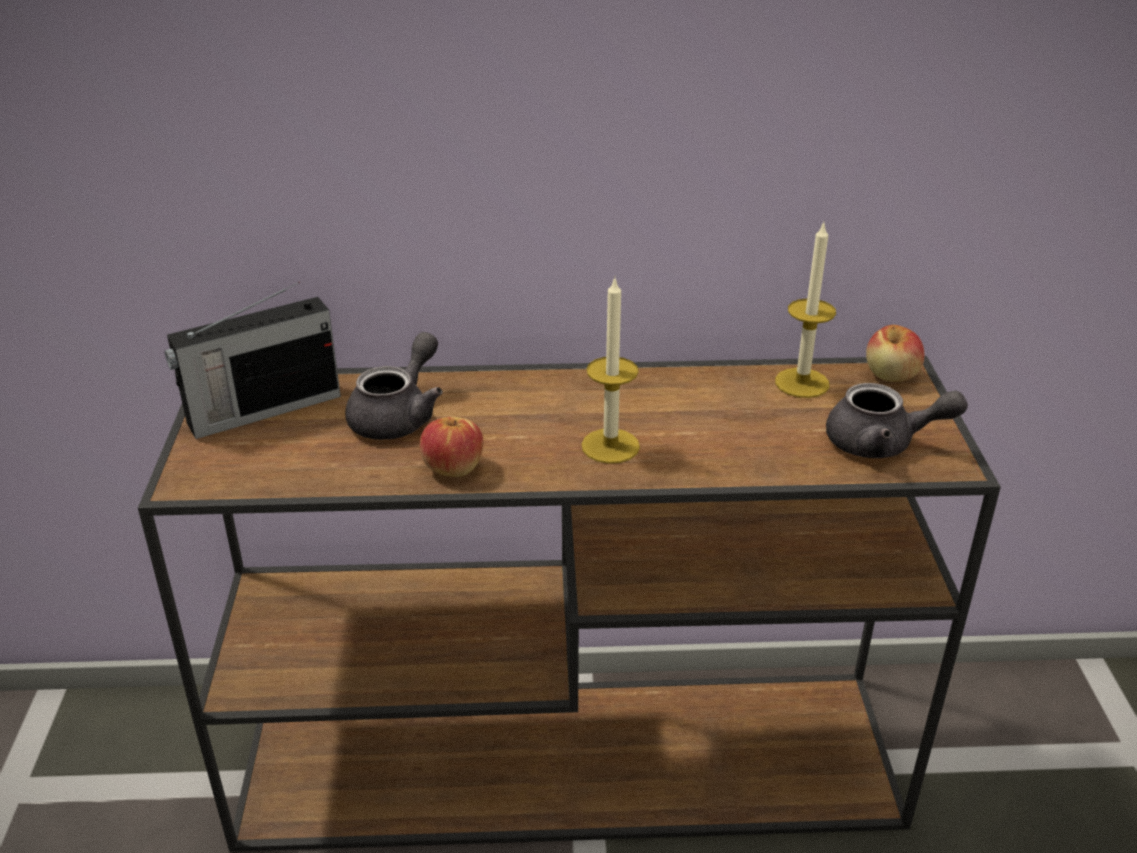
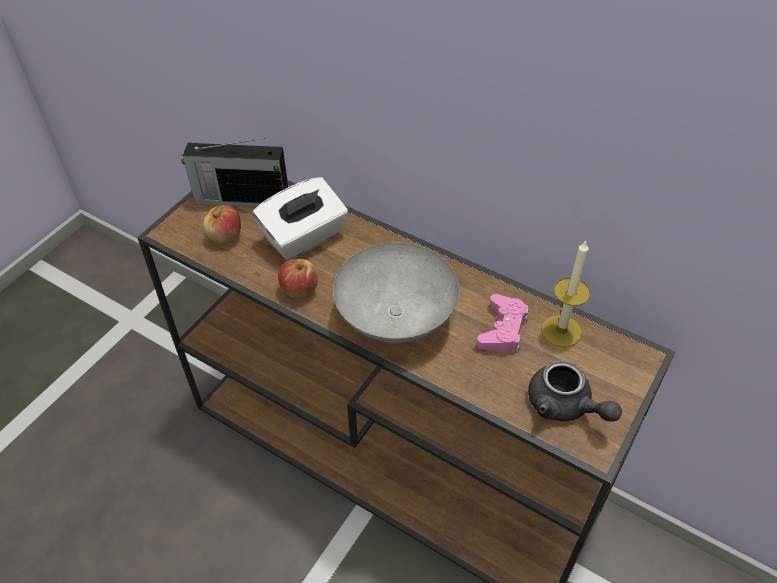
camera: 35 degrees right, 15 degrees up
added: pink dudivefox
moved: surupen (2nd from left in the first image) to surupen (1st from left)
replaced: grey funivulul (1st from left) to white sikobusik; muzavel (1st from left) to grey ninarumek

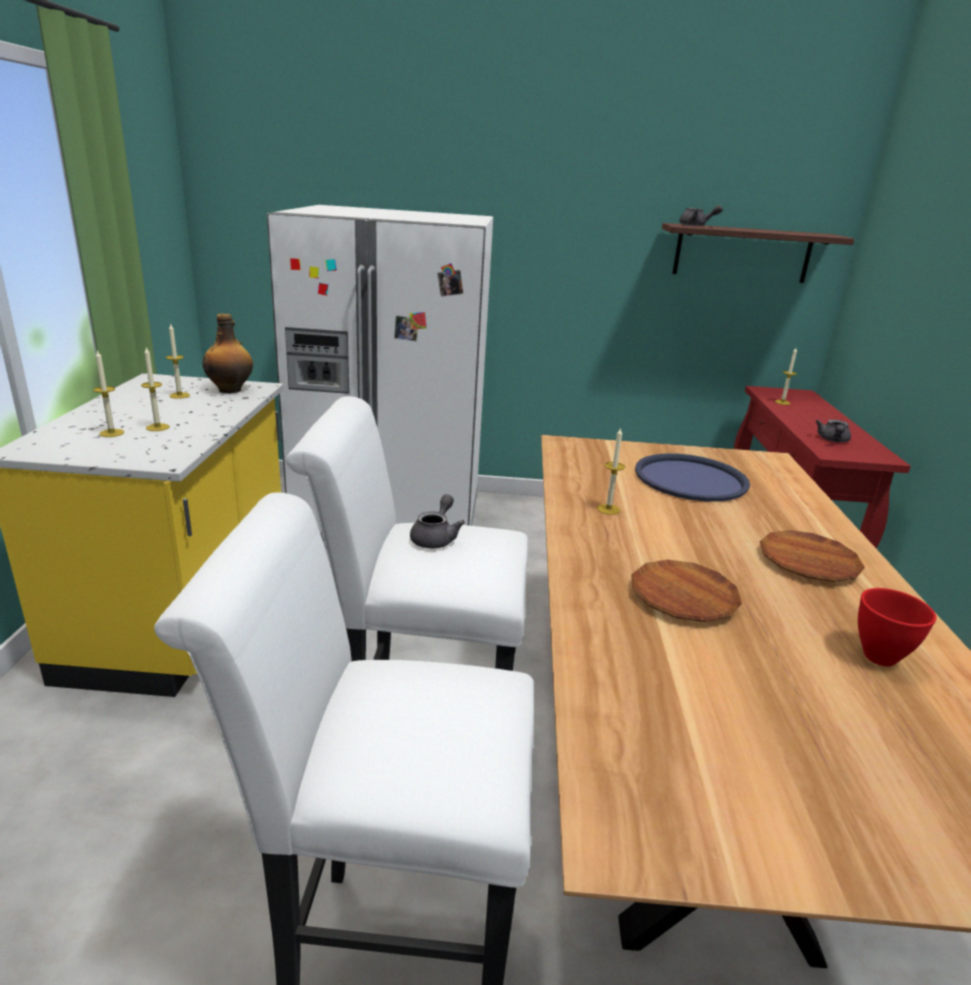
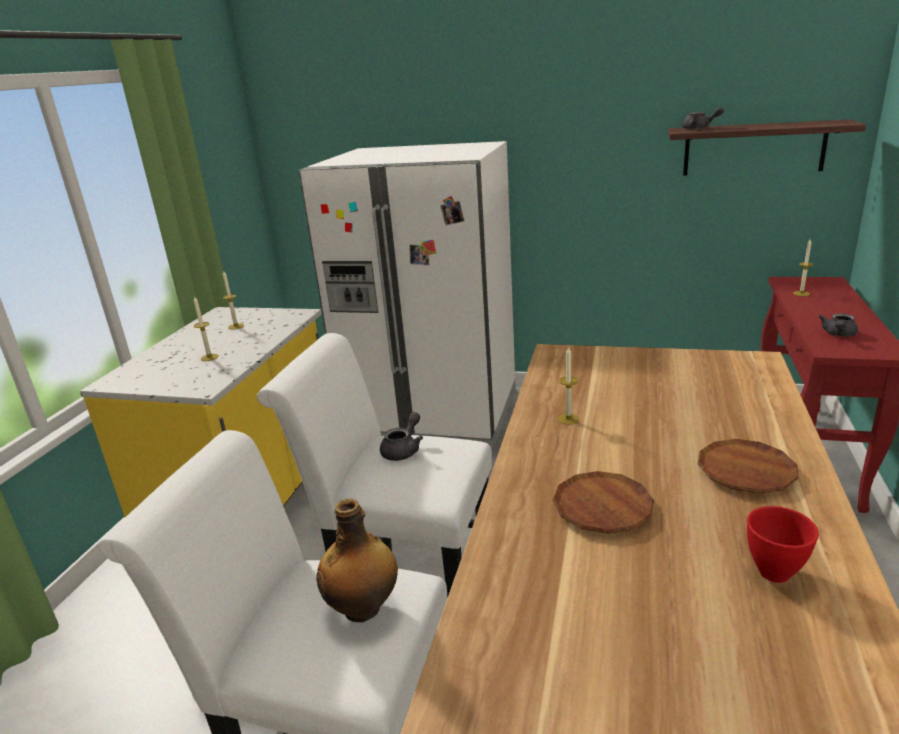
camera: 15 degrees right, 0 degrees up
removed: muzavel (1st from left); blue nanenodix
moved: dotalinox

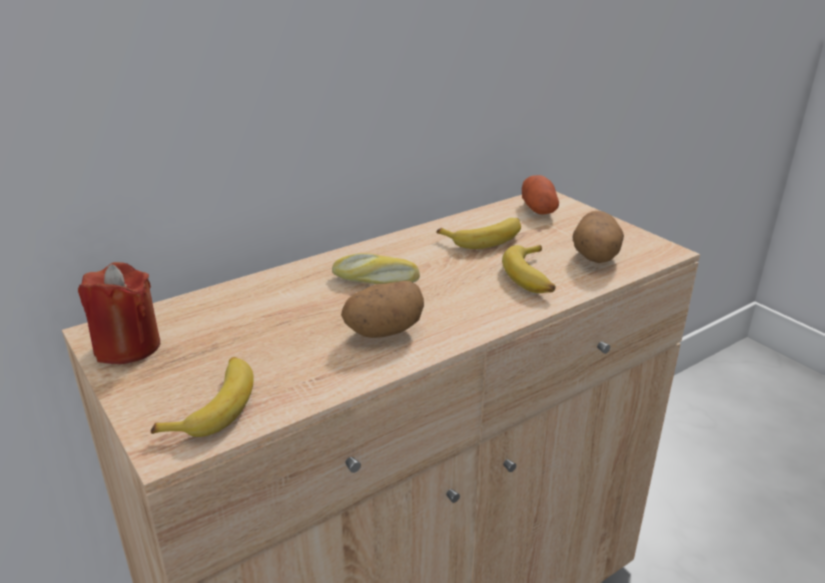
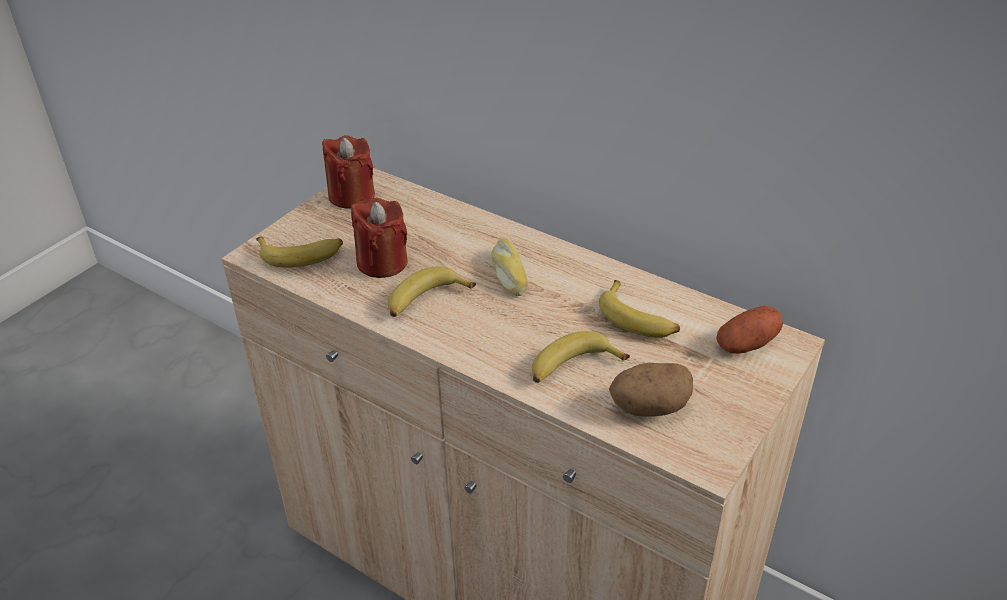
camera: 70 degrees right, 10 degrees up
added: red muzavel (2nd from left)
replaced: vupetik (1st from left) to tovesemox (2nd from left)

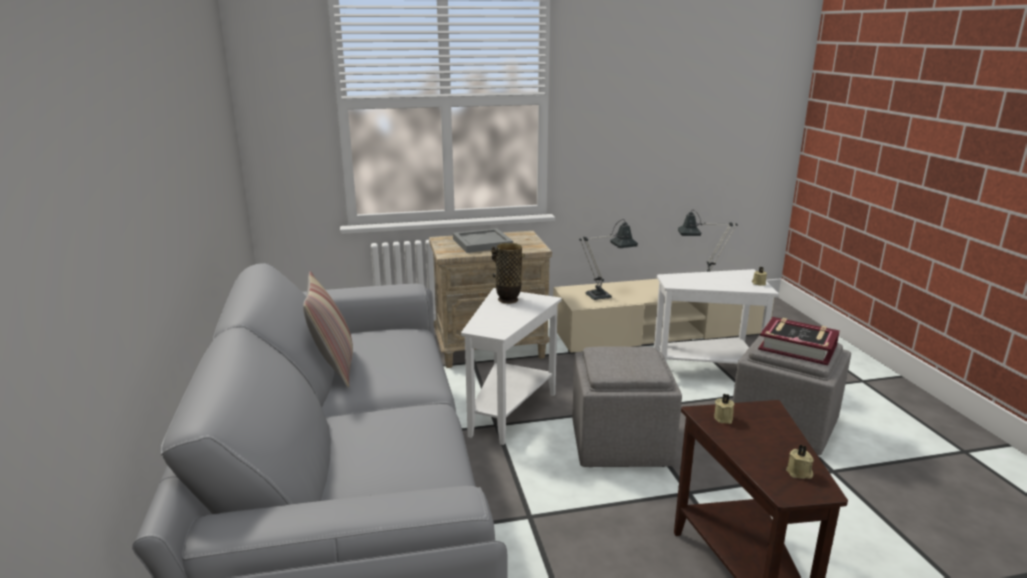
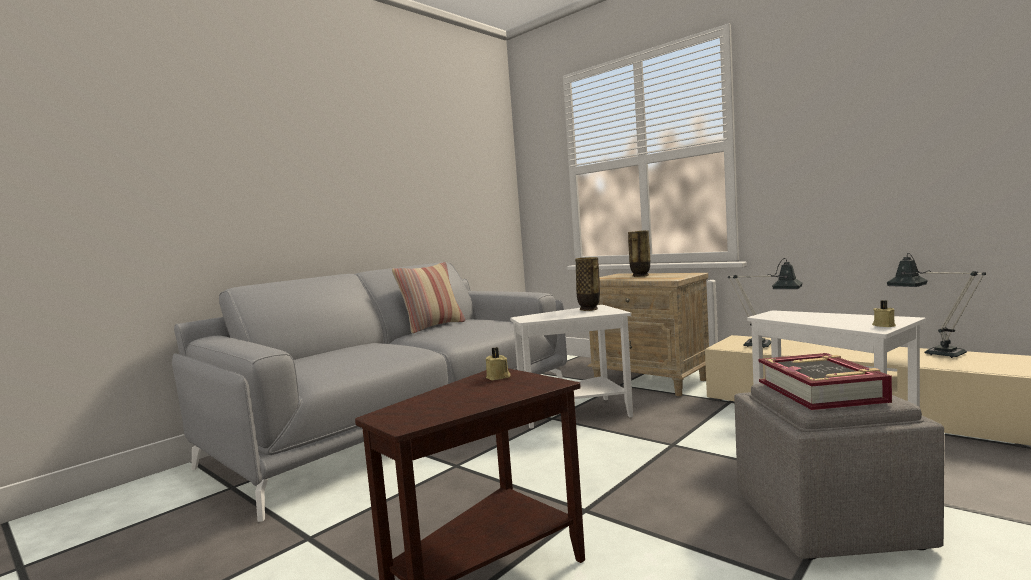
camera: 55 degrees right, 15 degrees down
removed: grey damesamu (1st from left); beige muzavel (3rd from left)
replaced: grey nanenodix to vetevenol (2nd from left)

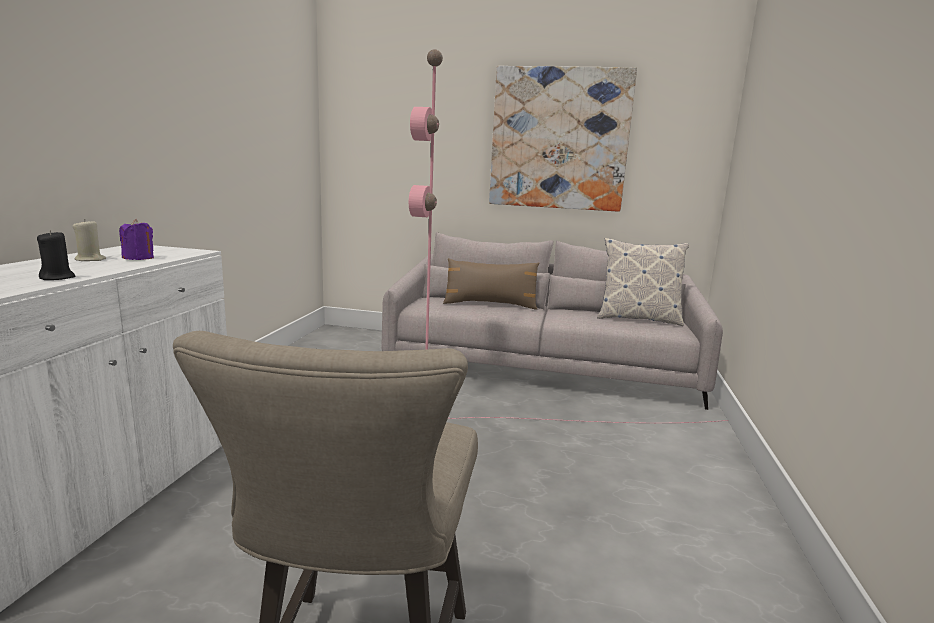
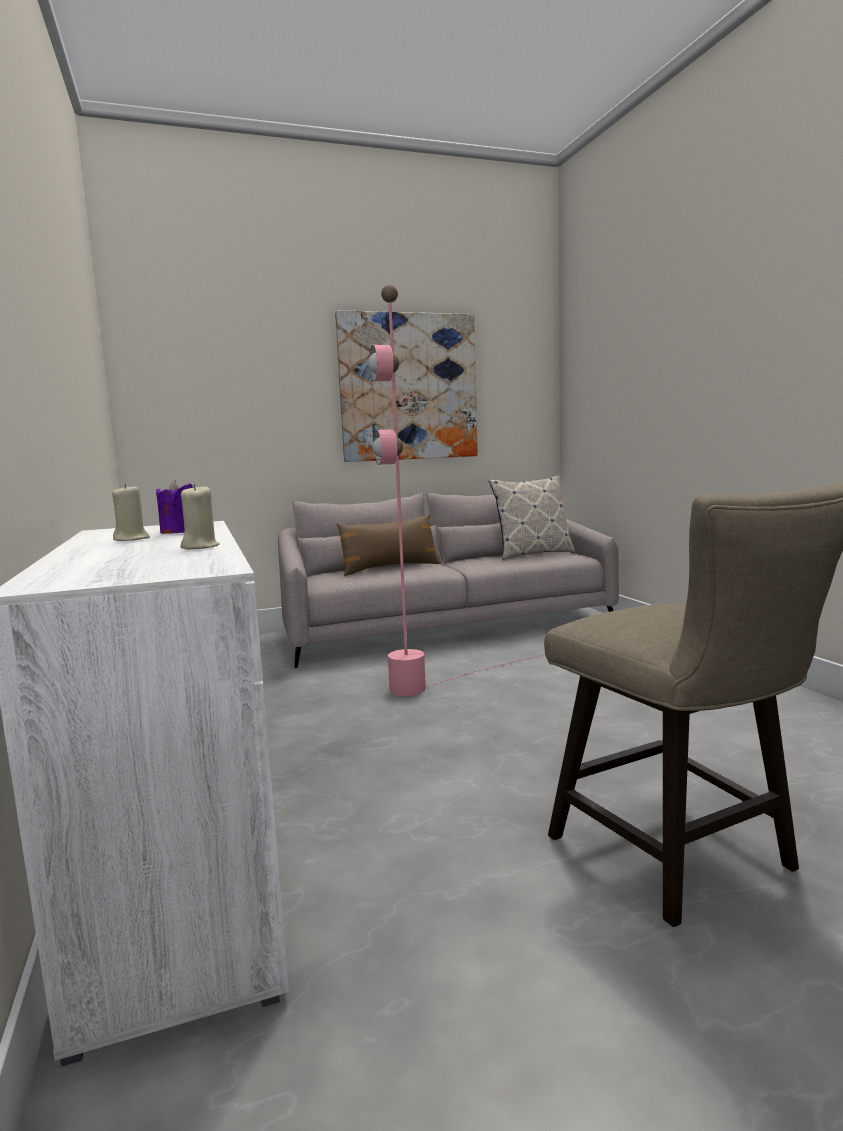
camera: 30 degrees left, 5 degrees down
recoloured: black muzavel to beige muzavel (2nd from left)

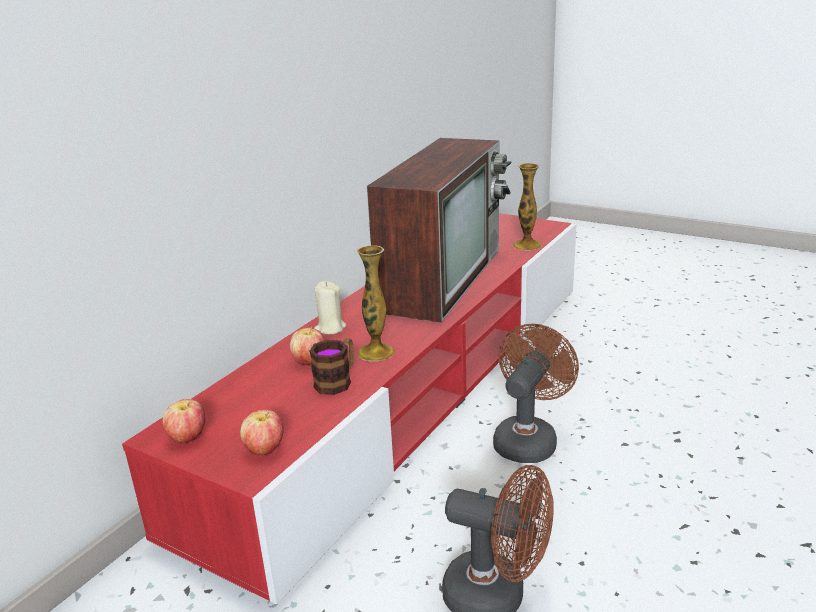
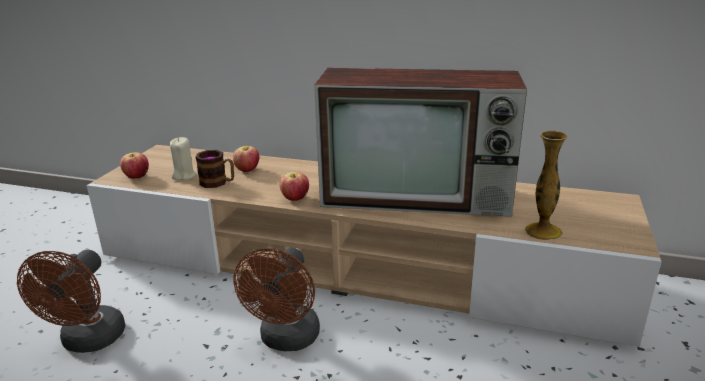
camera: 75 degrees right, 0 degrees up
removed: vetevenol (1st from left)
moved: surupen (1st from left in the first image) to surupen (3rd from left); beige muzavel
recoloured: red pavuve to beige pavuve
turned: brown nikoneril (2nd from left) 90 degrees clockwise

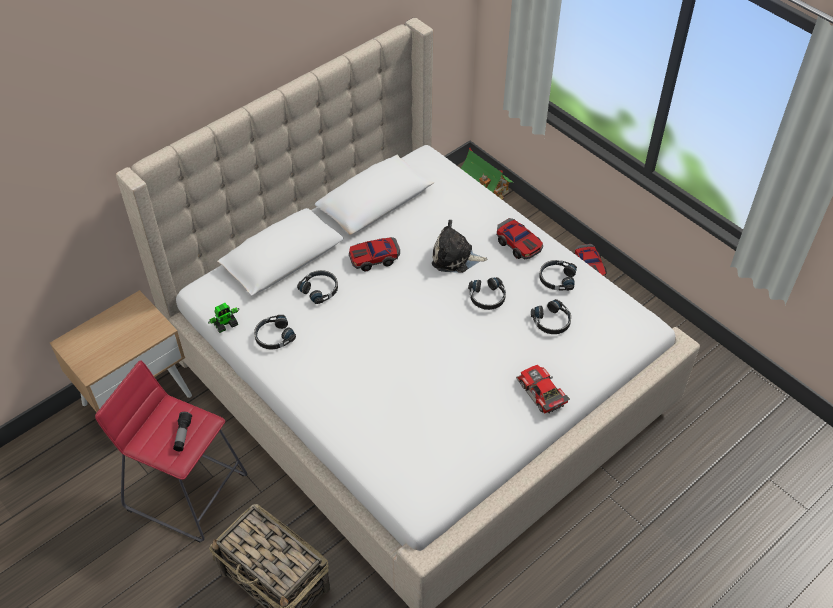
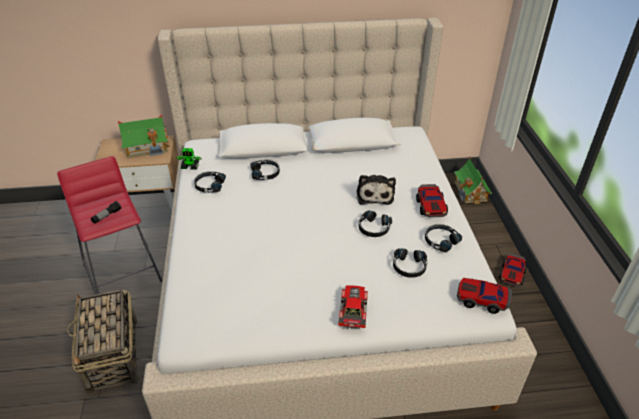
camera: 35 degrees right, 10 degrees down
added: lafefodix (1st from left)
moved: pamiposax (1st from left in the first image) to pamiposax (3rd from left)
turned: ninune 135 degrees counterclockwise

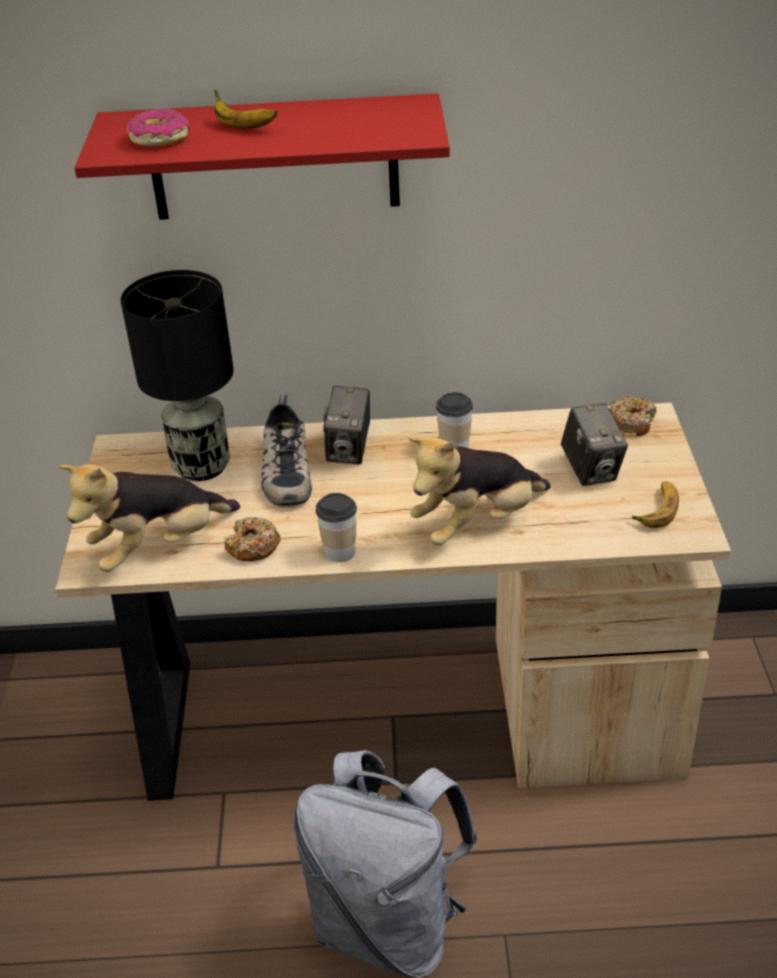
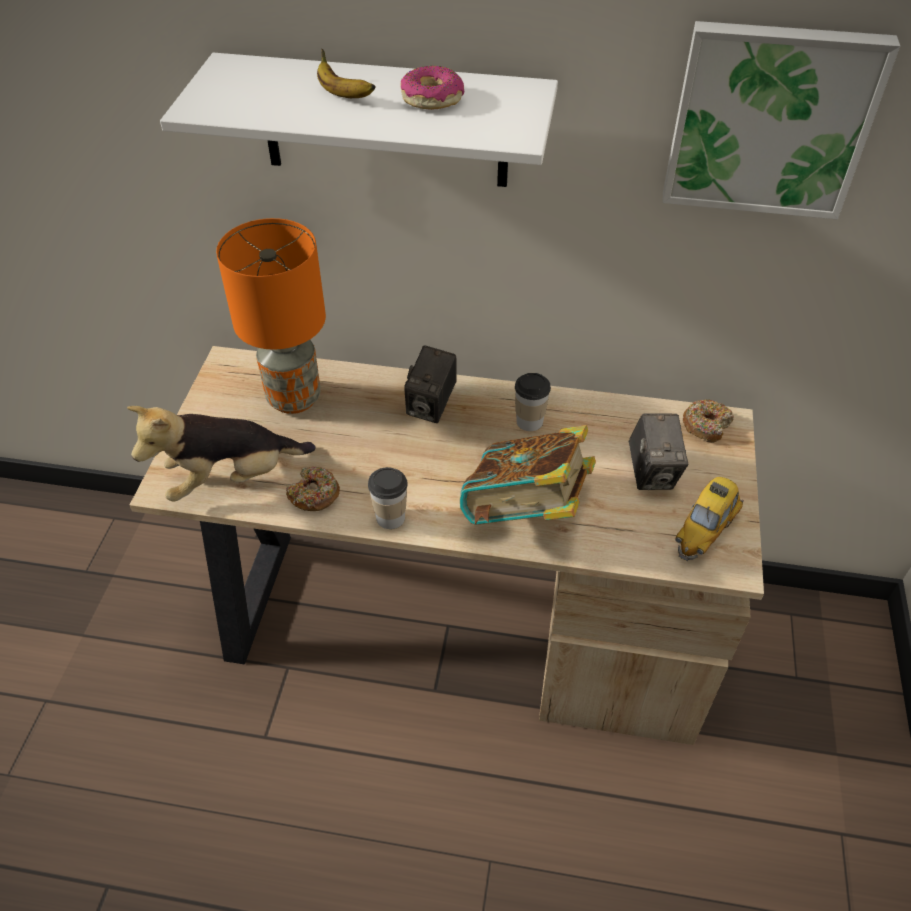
camera: 10 degrees right, 10 degrees up
removed: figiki; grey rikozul
added: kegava
moved: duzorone (1st from left in the first image) to duzorone (2nd from left)
replaced: ninune (2nd from left) to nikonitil; tovesemox (2nd from left) to pamiposax
recoloured: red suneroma to white suneroma; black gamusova to orange gamusova

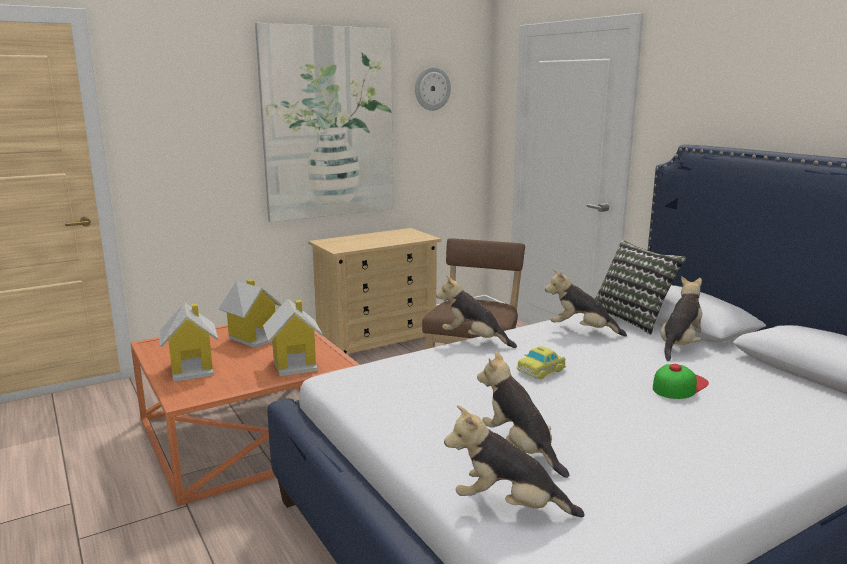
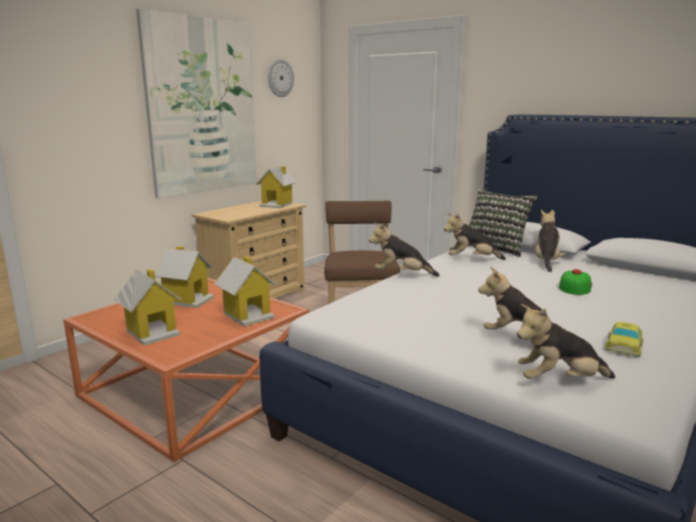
camera: 20 degrees left, 0 degrees up
added: lafefodix (4th from left)
moved: pamiposax

